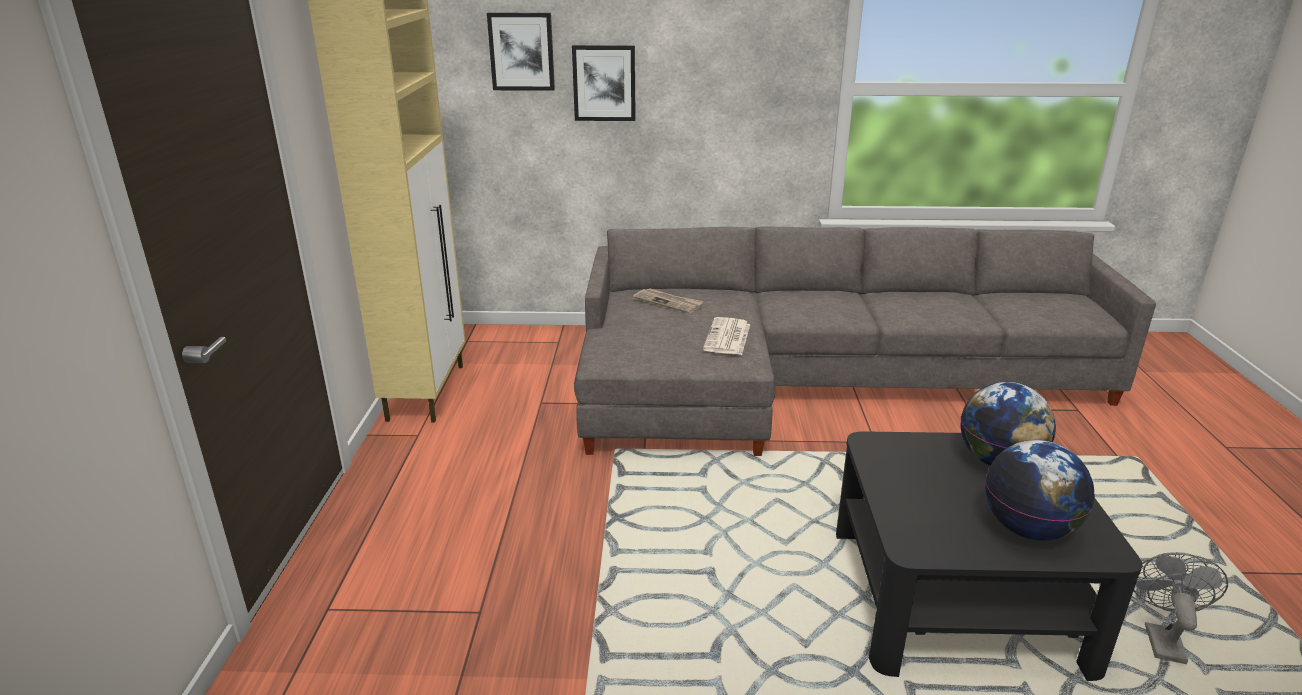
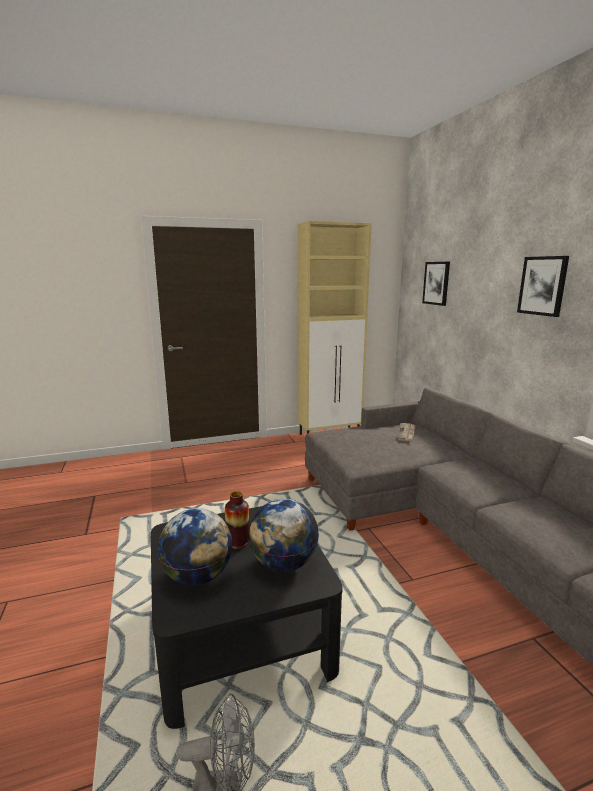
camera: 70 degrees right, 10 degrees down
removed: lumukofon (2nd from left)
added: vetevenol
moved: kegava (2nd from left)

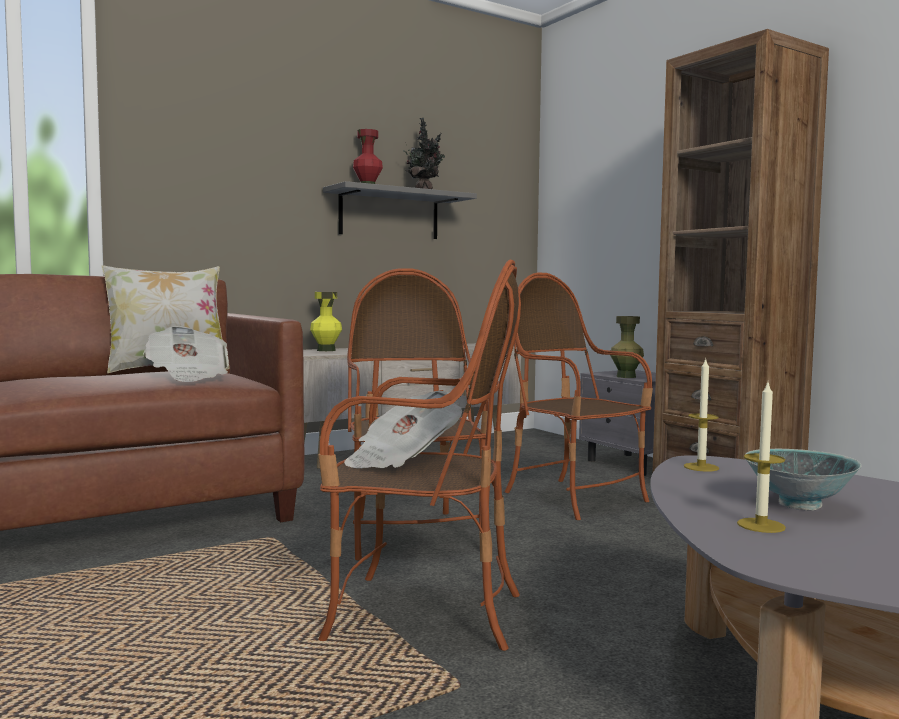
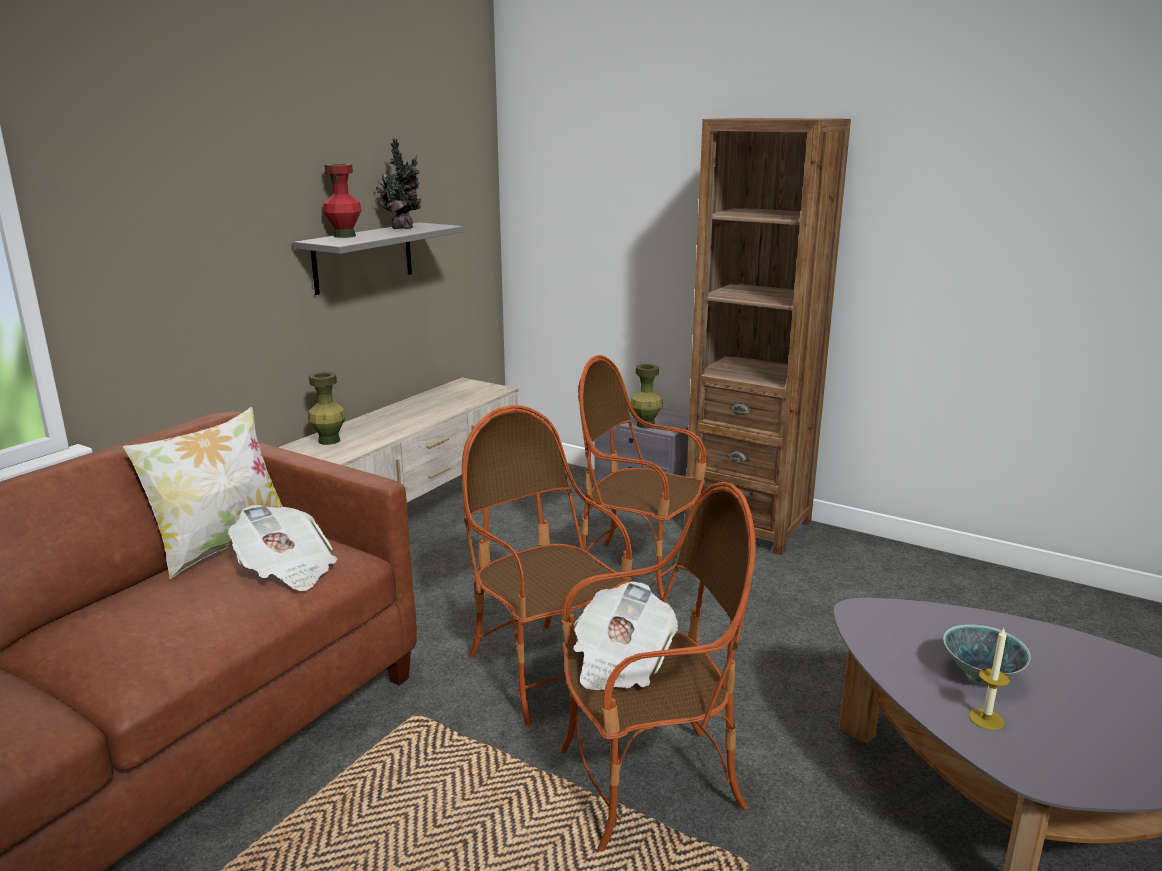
camera: 25 degrees left, 15 degrees up
removed: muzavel (1st from left)
recoloured: yellow vetevenol to green vetevenol (1st from left)

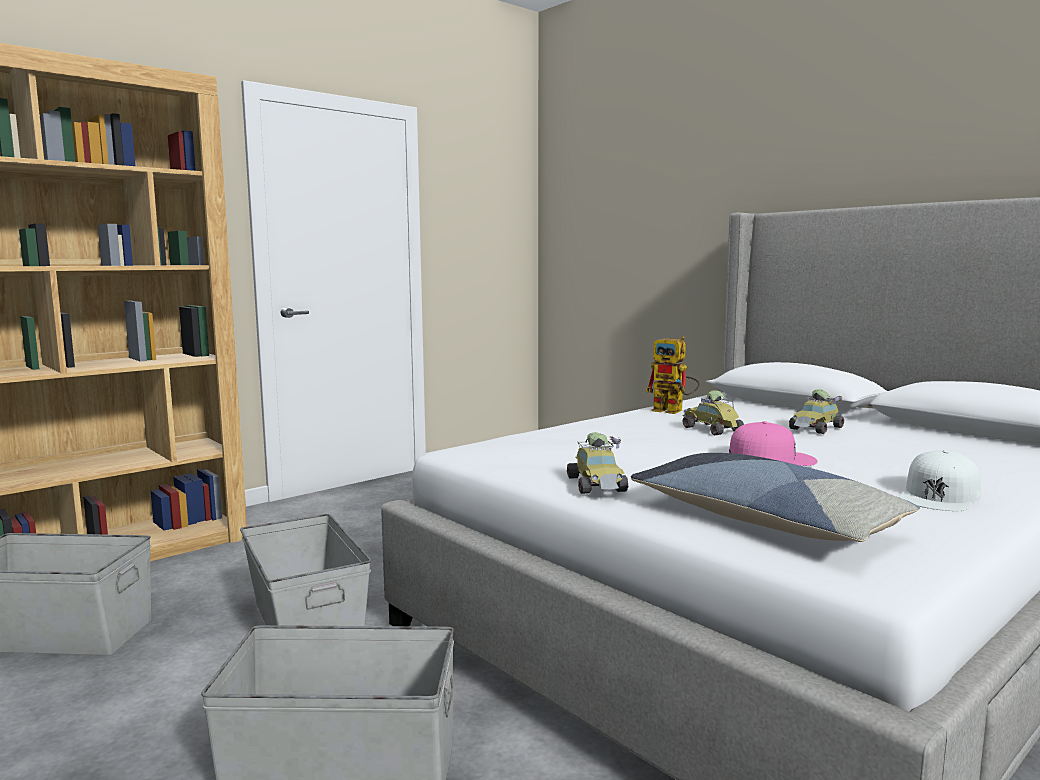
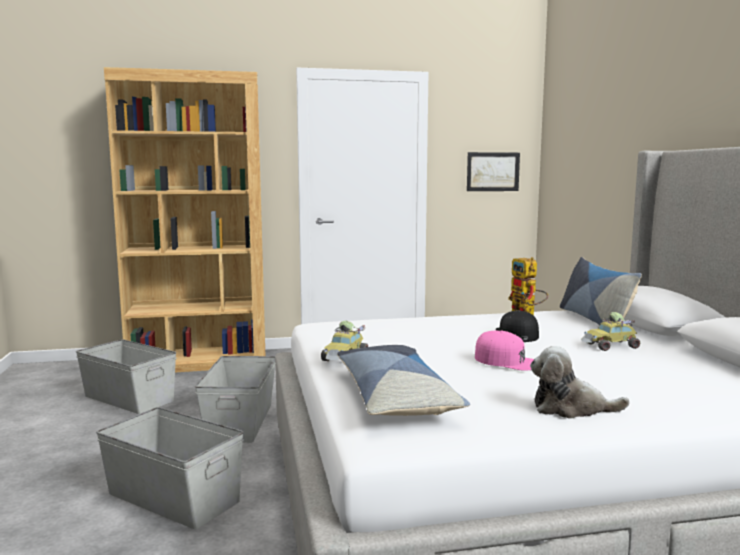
camera: 30 degrees right, 0 degrees up
added: kegava; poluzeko (2nd from left)
replaced: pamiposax (2nd from left) to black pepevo; white pepevo to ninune

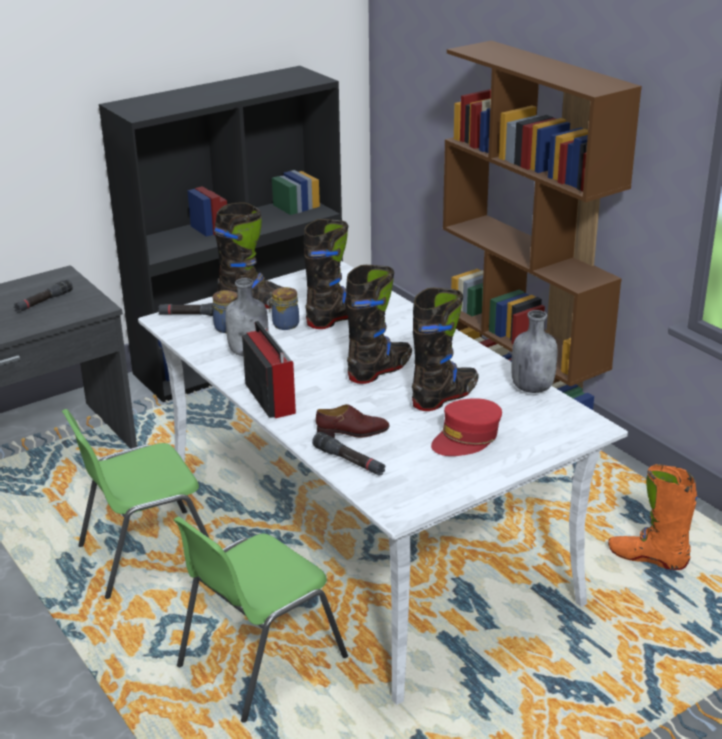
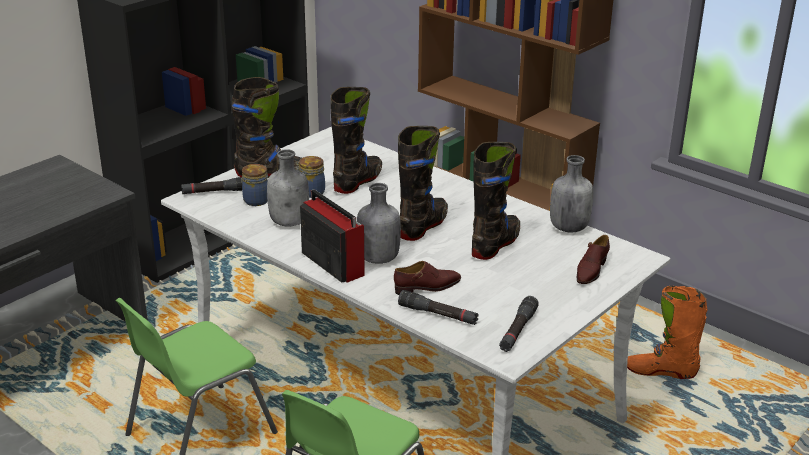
camera: 15 degrees left, 0 degrees up
removed: red pepevo
added: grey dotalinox (2nd from left); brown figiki (2nd from left)
moved: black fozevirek (1st from left in the first image) to black fozevirek (3rd from left)

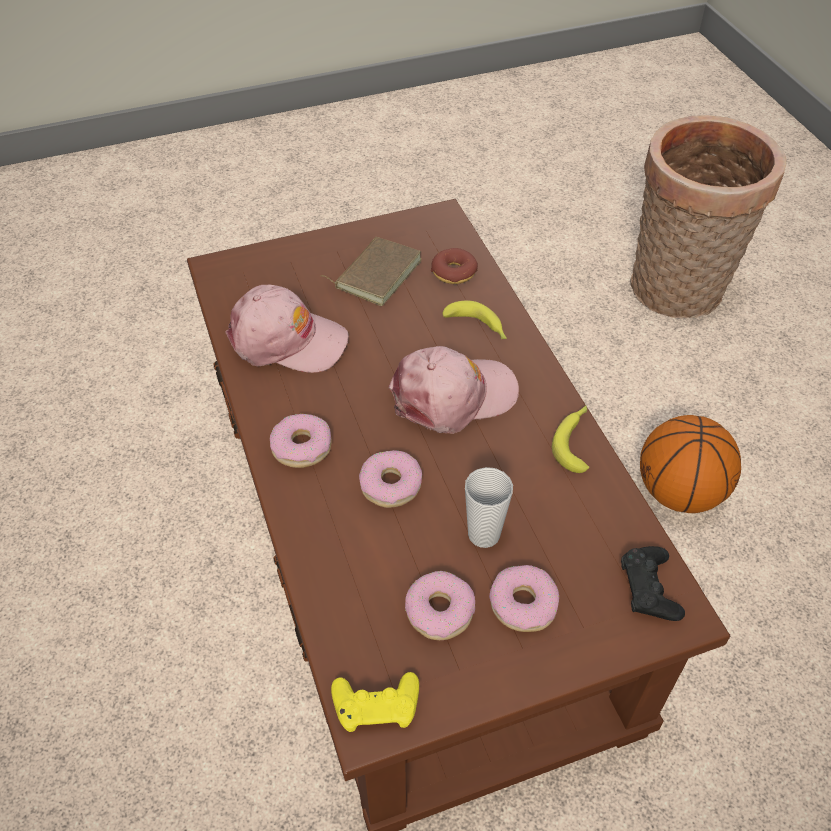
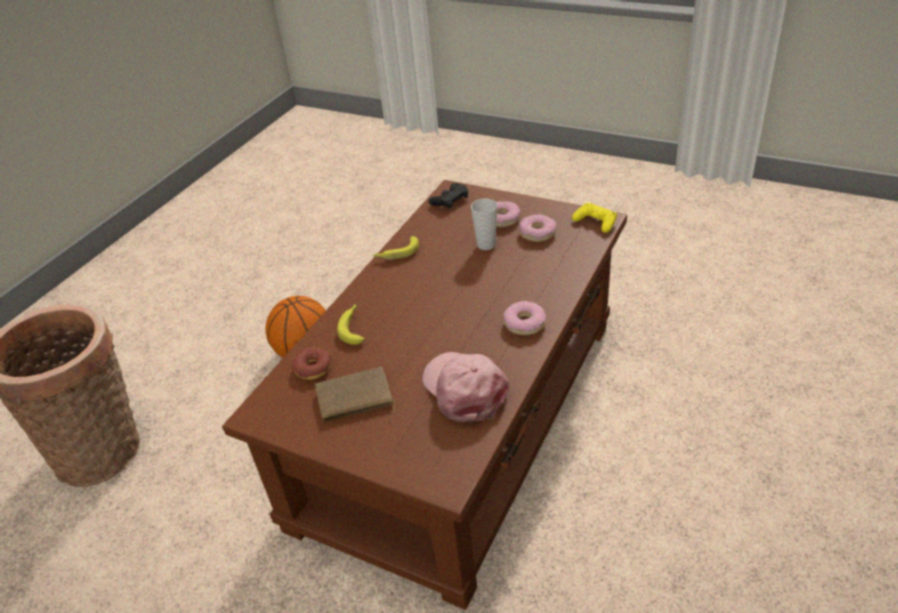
camera: 130 degrees left, 10 degrees down
removed: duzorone (2nd from left); pink pepevo (2nd from left)

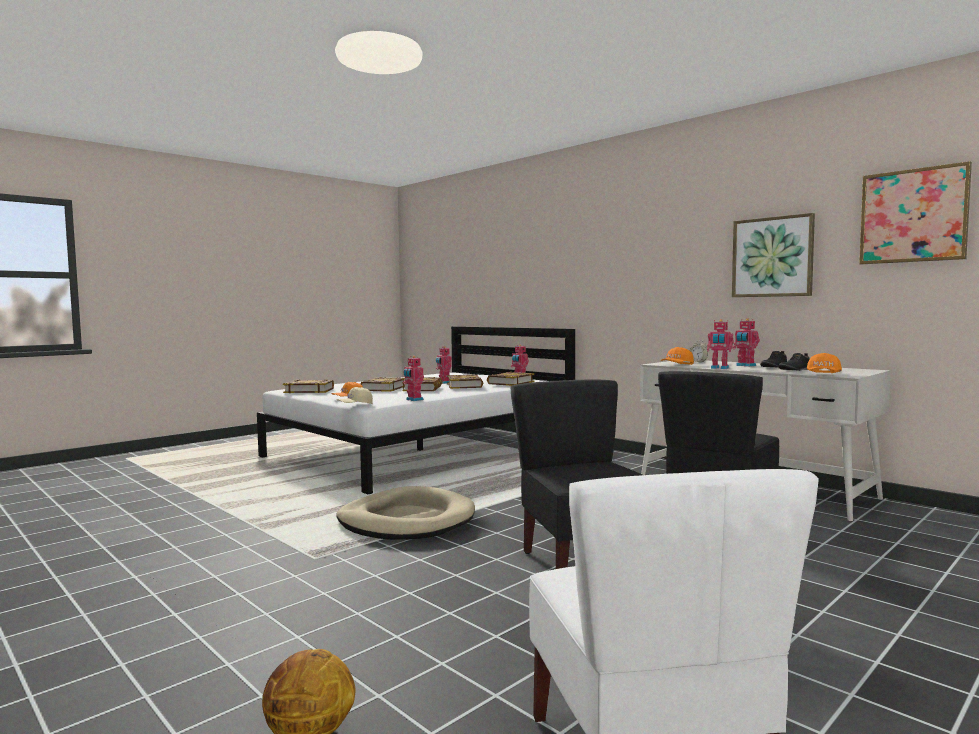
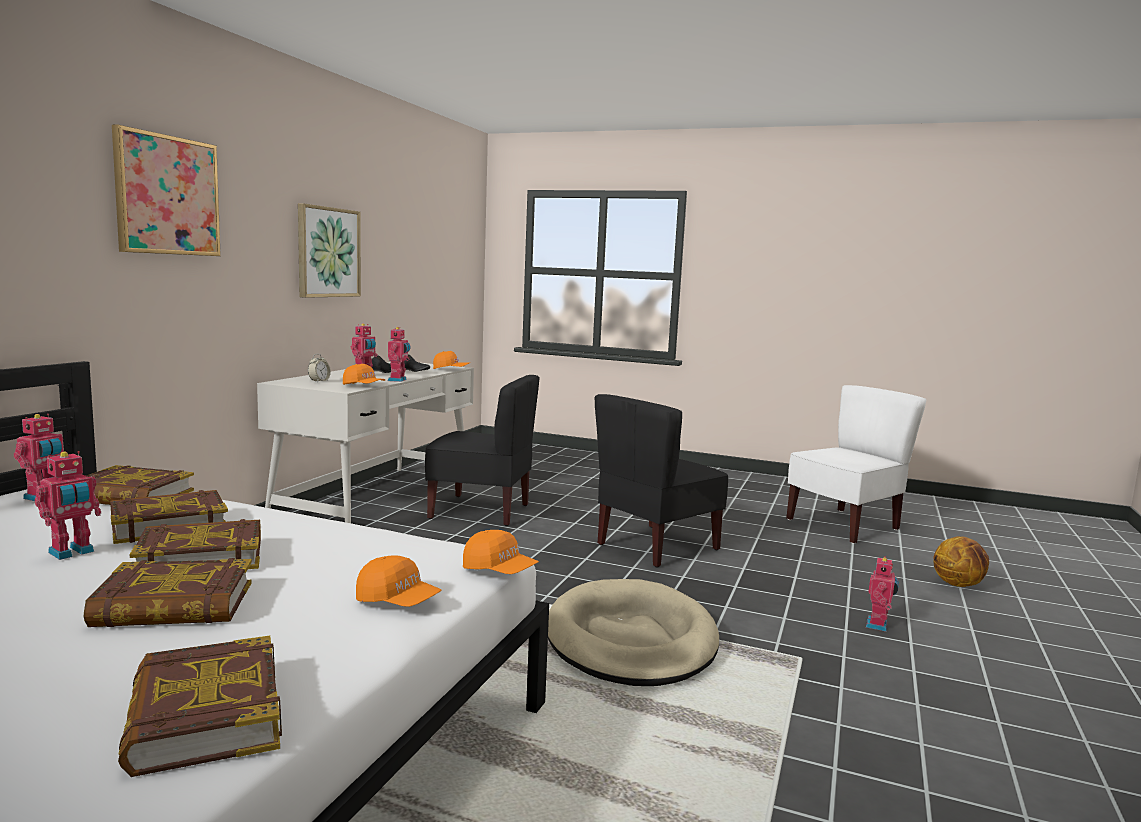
camera: 115 degrees left, 5 degrees up
moved: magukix (1st from left in the first image) to magukix (5th from left); kegava (2nd from left in the first image) to kegava (1st from left)
recoloured: beige pepevo to orange pepevo (4th from left)

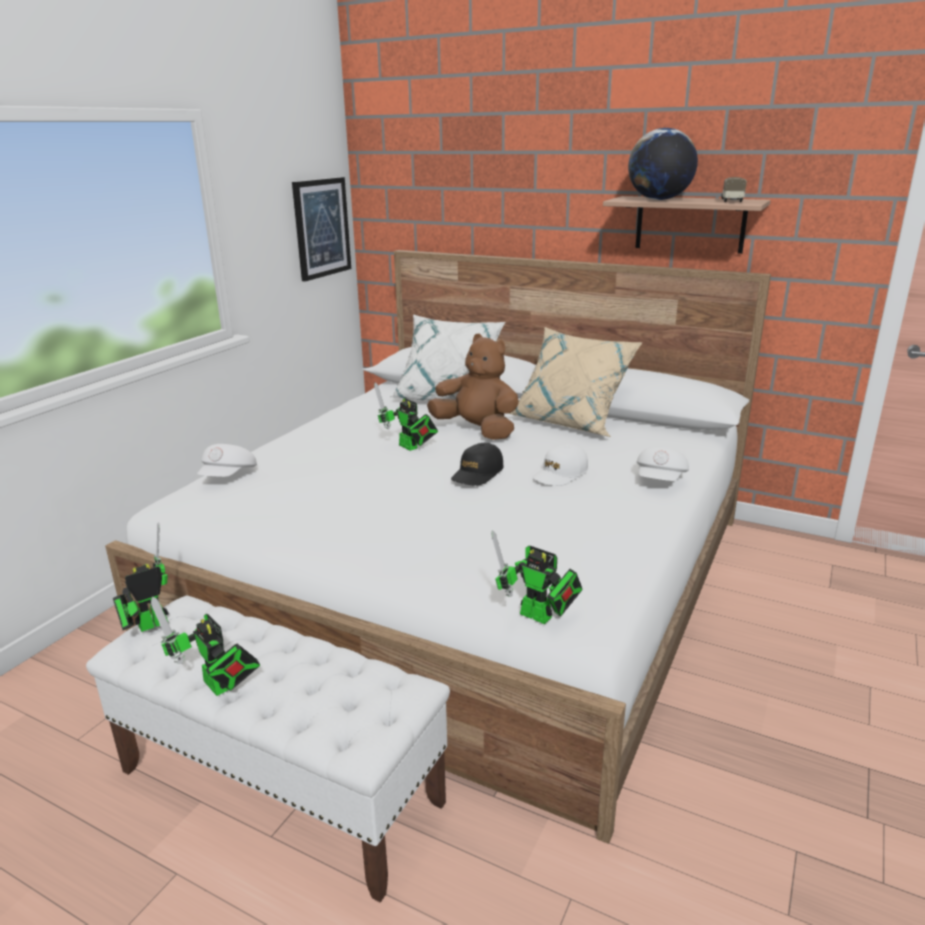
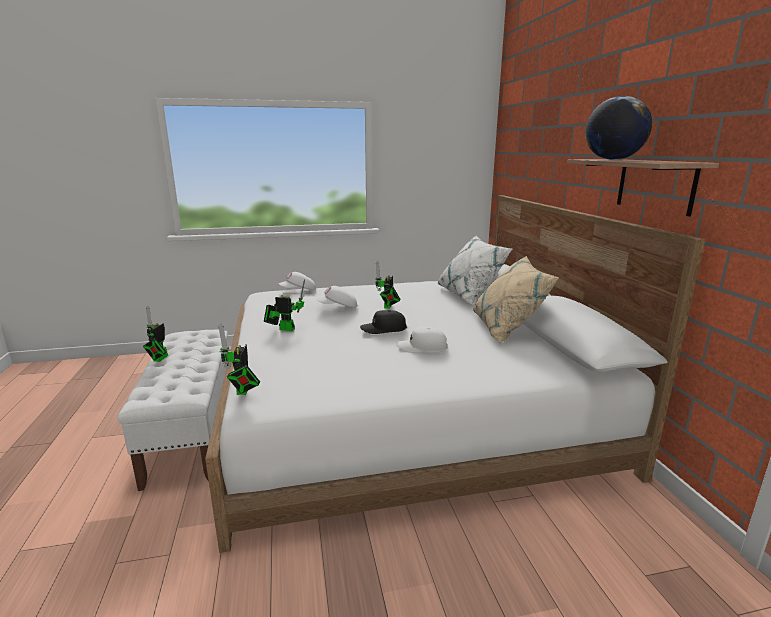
camera: 50 degrees right, 5 degrees down
removed: kegava; brown ninune; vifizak
moved: magukix (1st from left in the first image) to magukix (3rd from left); white pepevo (3rd from left in the first image) to white pepevo (2nd from left)

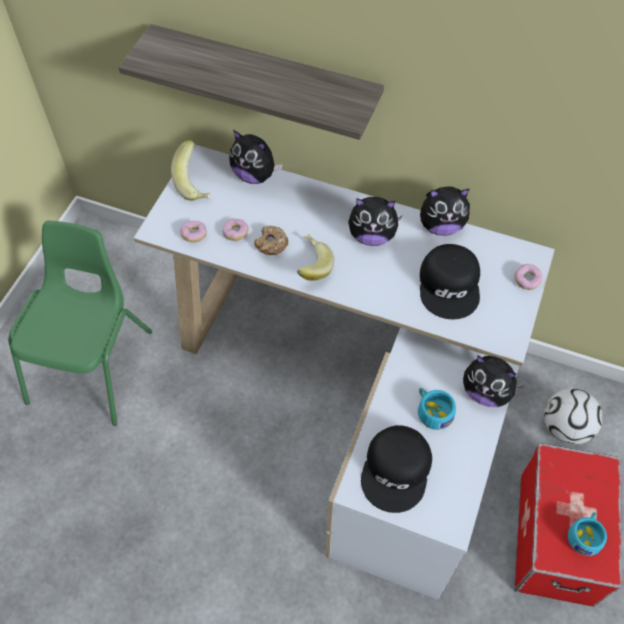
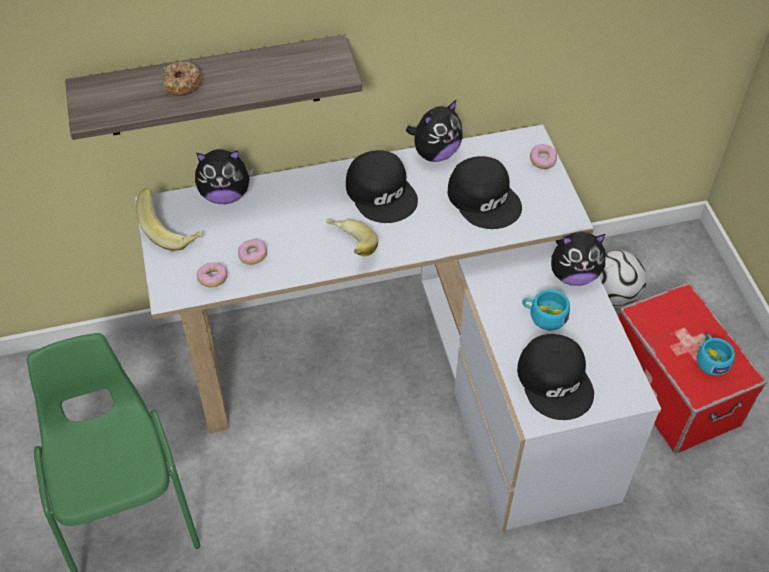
camera: 35 degrees left, 5 degrees down
moved: duzorone (3rd from left in the first image) to duzorone (1st from left)
replaced: ninune (2nd from left) to black pepevo (1st from left)

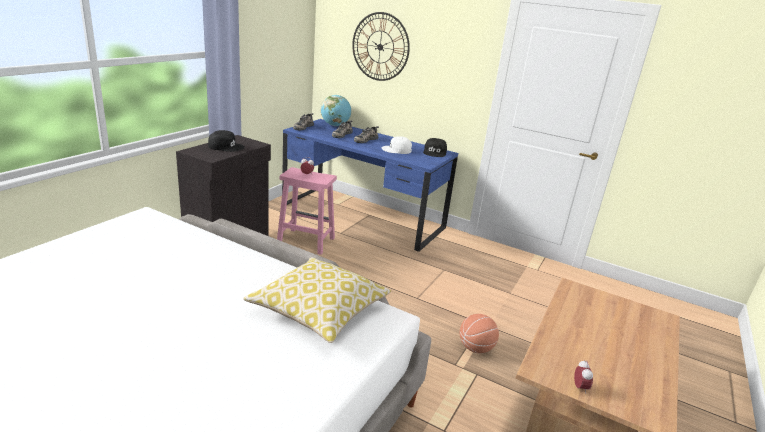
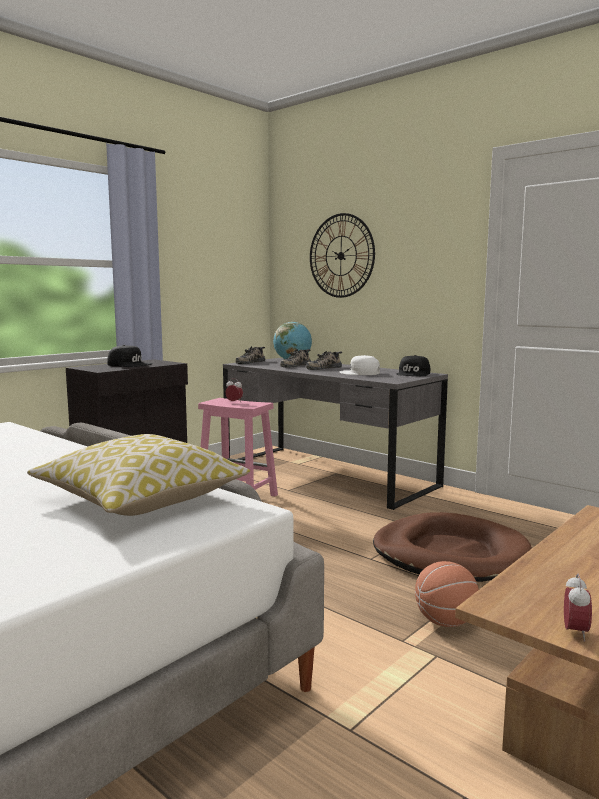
camera: 15 degrees right, 15 degrees down
added: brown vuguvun
recoloured: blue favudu to grey favudu

